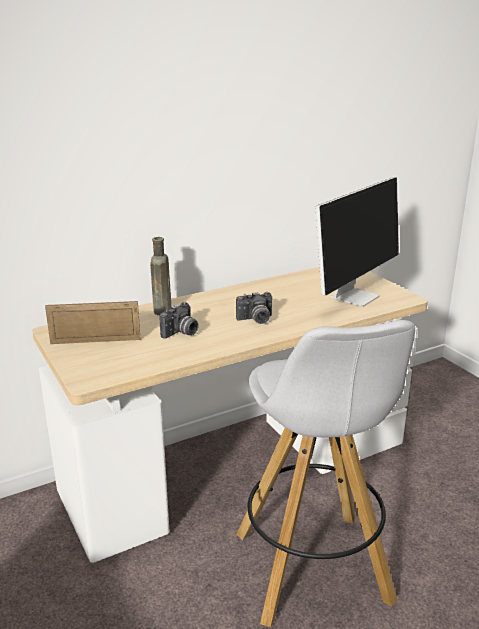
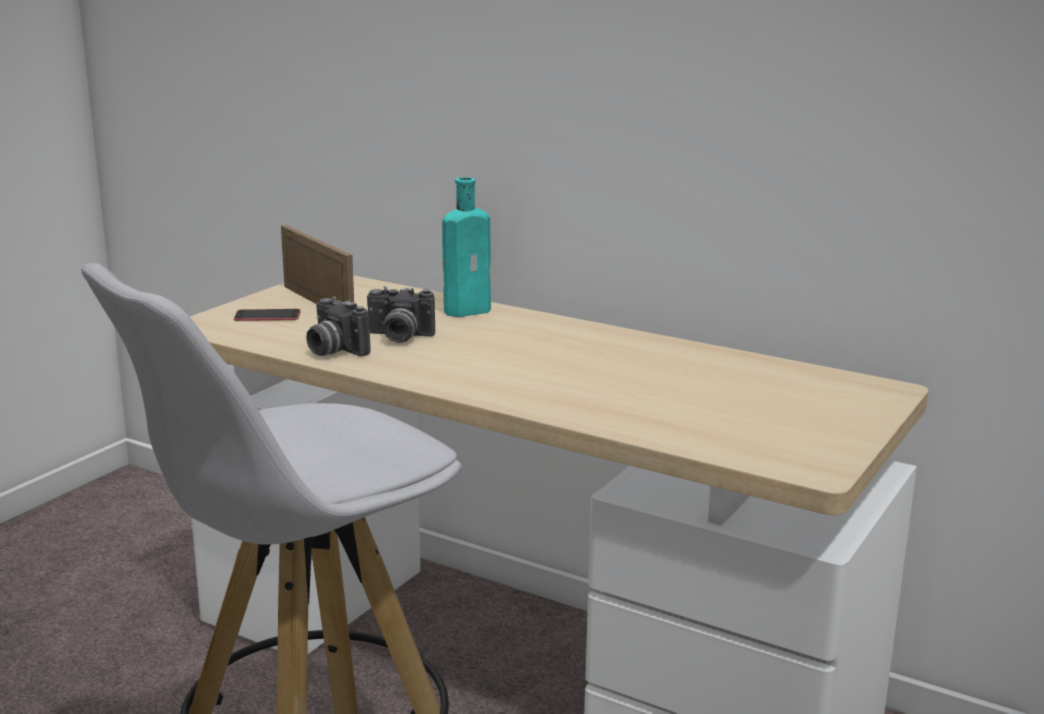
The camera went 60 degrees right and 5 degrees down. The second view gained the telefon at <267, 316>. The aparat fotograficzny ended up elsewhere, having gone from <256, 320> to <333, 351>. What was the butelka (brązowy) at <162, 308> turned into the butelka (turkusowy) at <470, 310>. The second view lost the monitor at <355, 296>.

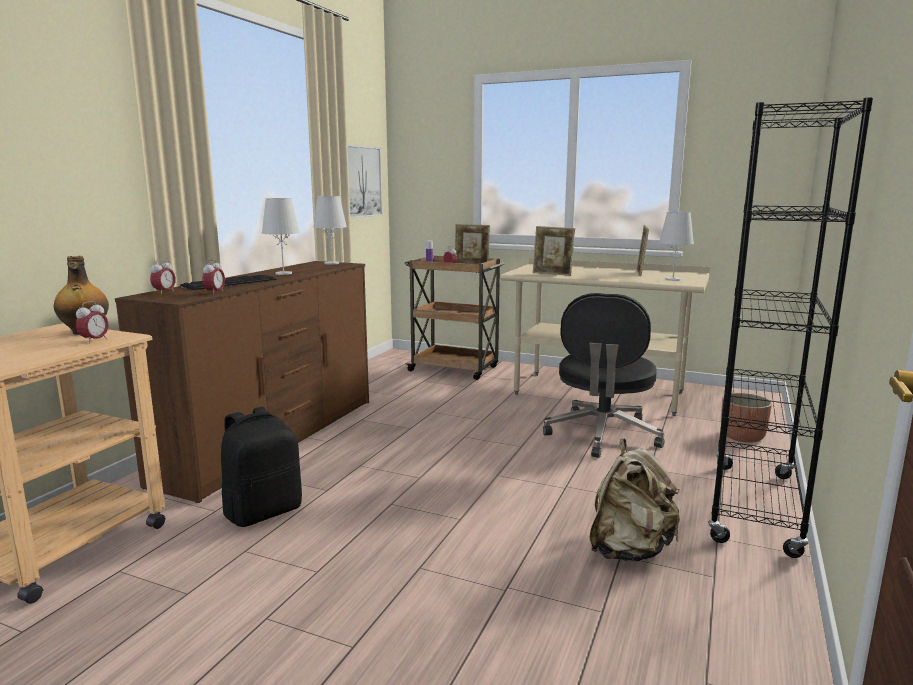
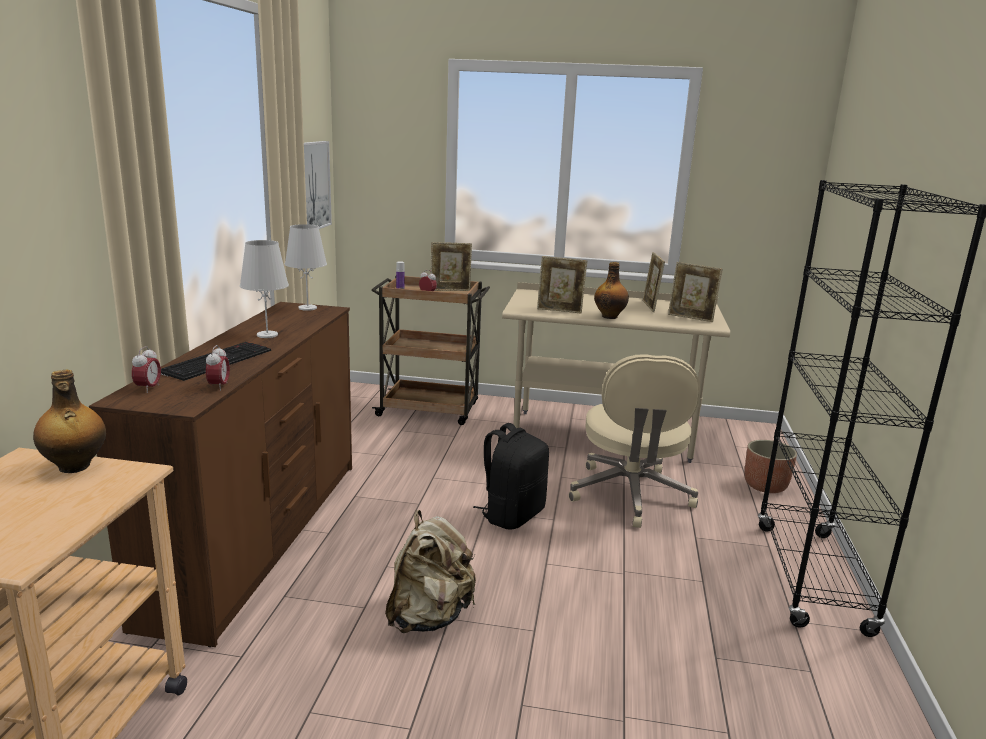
The camera went 15 degrees left and 5 degrees up. The plecak (beżowy) ended up elsewhere, having gone from <629, 550> to <429, 617>. The plecak (czarny) ended up elsewhere, having gone from <263, 512> to <512, 515>. What was the krzesło biurowe (czarny) at <602, 435> turned into the krzesło biurowe (beżowy) at <630, 495>. The second view gained the butelka at <610, 316>. Where the lampa stołowa (biały) stood at <673, 279>, the ramka na zdjęcie came to stand at <691, 318>. The second view lost the budzik at <94, 341>.

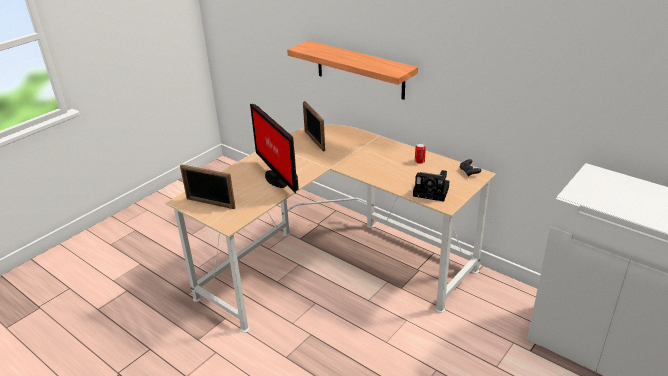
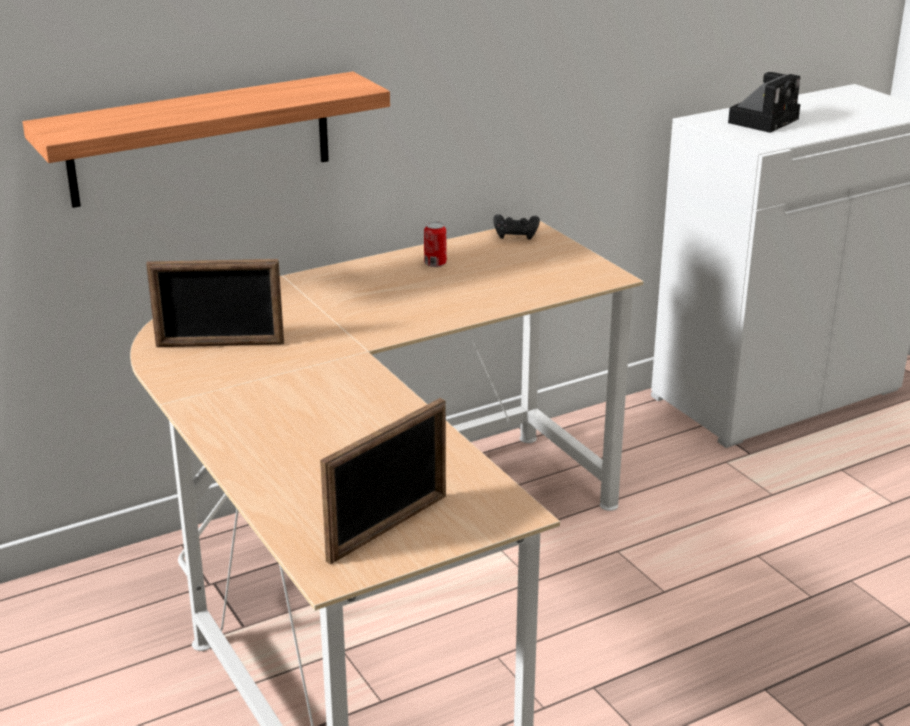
The camera went 70 degrees left and 5 degrees down. The aparat fotograficzny ended up elsewhere, having gone from <432, 192> to <764, 120>. The second view lost the monitor at <278, 178>.

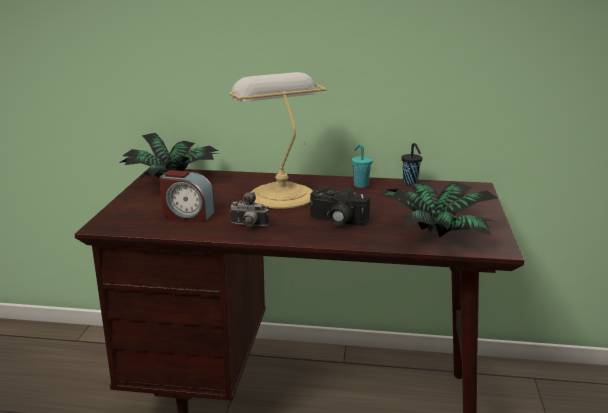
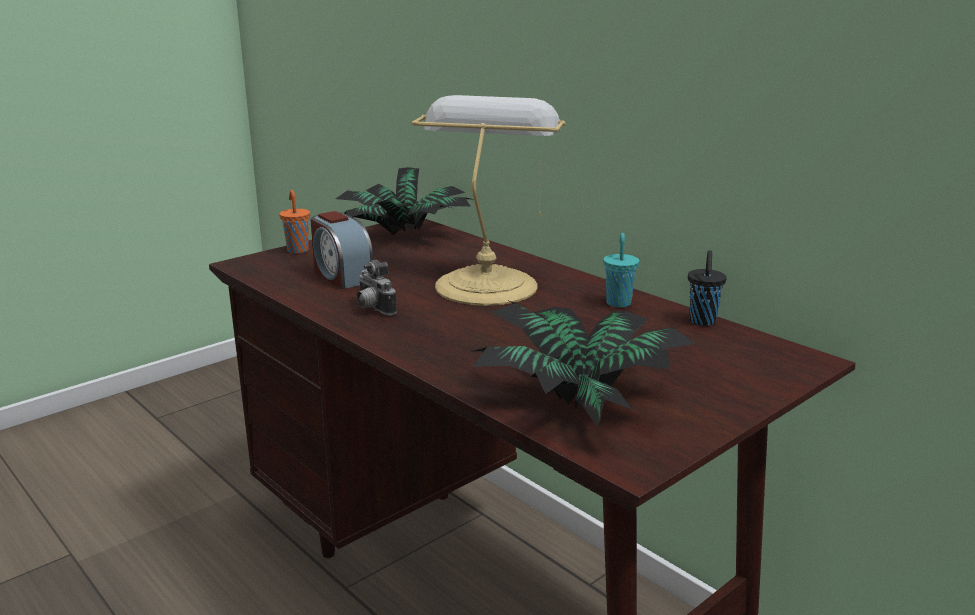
The camera went 40 degrees right and 0 degrees up. The second view gained the filiżanka (pomarańczowy) at <297, 250>. The second view lost the aparat fotograficzny at <336, 221>.

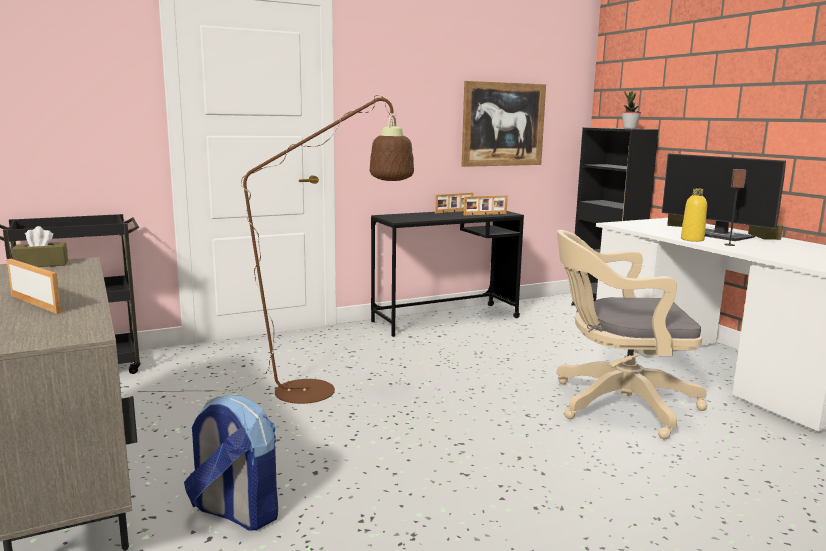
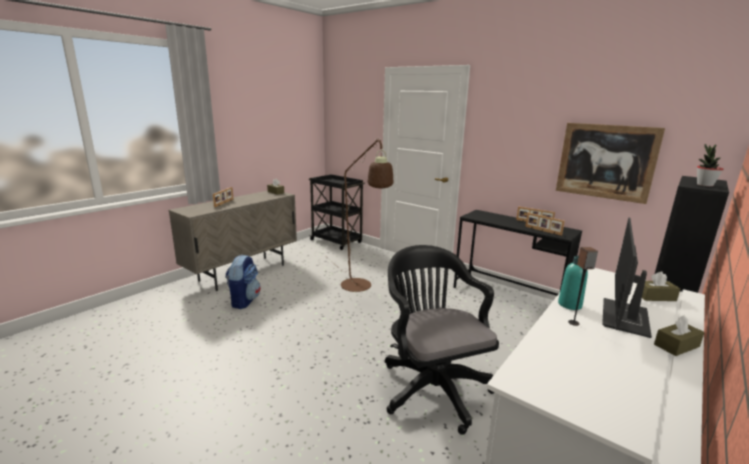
The camera went 65 degrees right and 5 degrees up. What was the krzesło biurowe (beżowy) at <616, 404> turned into the krzesło biurowe (czarny) at <432, 386>. What was the butelka (żółty) at <692, 239> turned into the butelka (turkusowy) at <569, 305>.

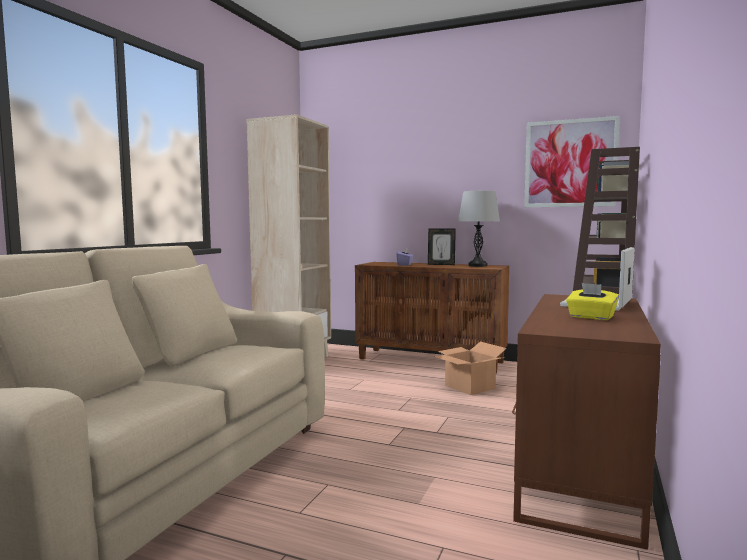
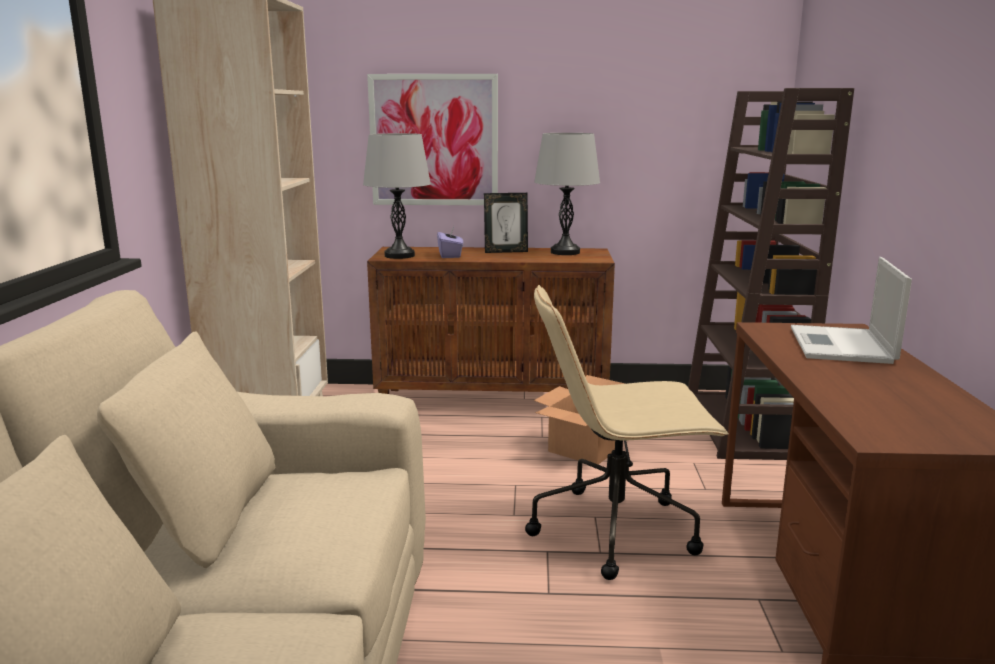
The camera went 20 degrees left and 10 degrees up. The second view gained the lampa stołowa (szary) at <399, 255>. The obraz ended up elsewhere, having gone from <570, 163> to <434, 140>. The second view gained the krzesło biurowe (beżowy) at <617, 529>. The second view lost the pudełko chusteczek (żółty) at <591, 317>.

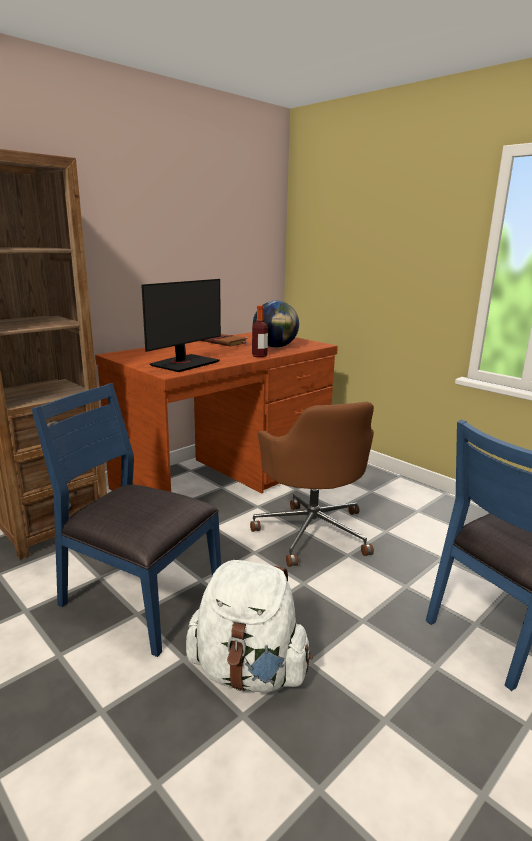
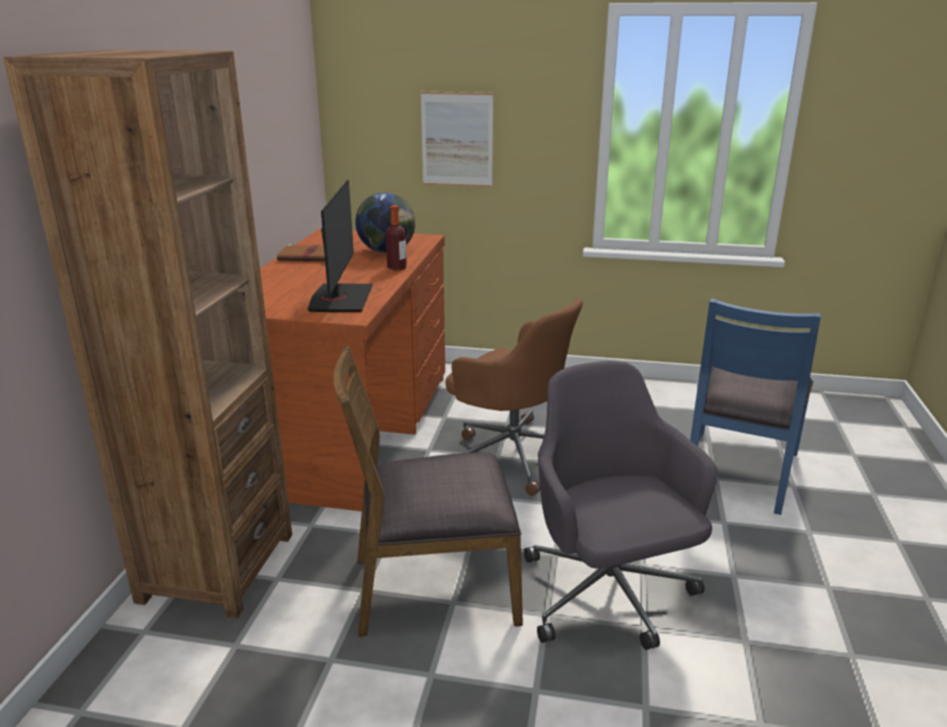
The camera went 35 degrees left and 5 degrees up. What was the krzesło (niebieski) at <139, 597> turned into the krzesło (brązowy) at <433, 587>. The second view gained the obraz at <457, 140>. Where the plecak (biały) stood at <248, 671>, the krzesło biurowe (szary) came to stand at <608, 595>.

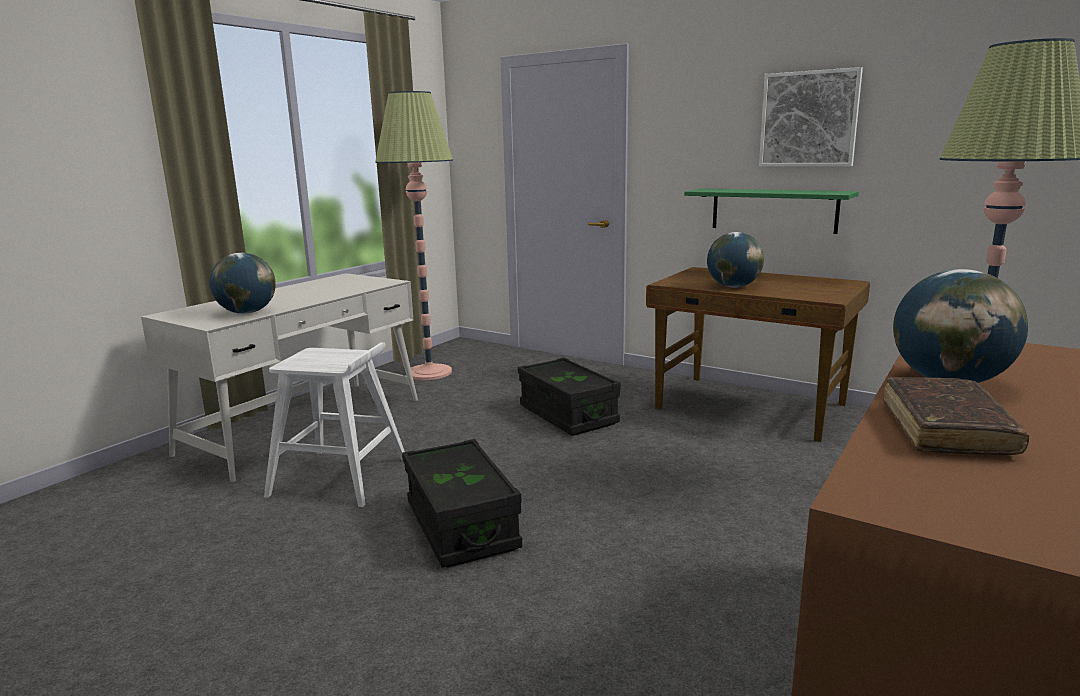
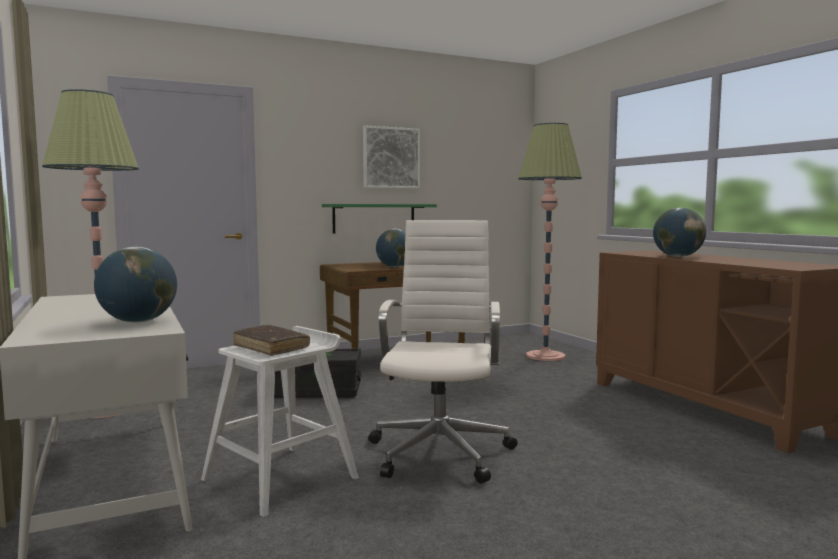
The camera went 60 degrees left and 10 degrees down. The książka (brązowy) ended up elsewhere, having gone from <946, 429> to <271, 347>. Where the pojemnik do przechowywania (czarny) stood at <461, 526>, the krzesło biurowe (biały) came to stand at <441, 451>.

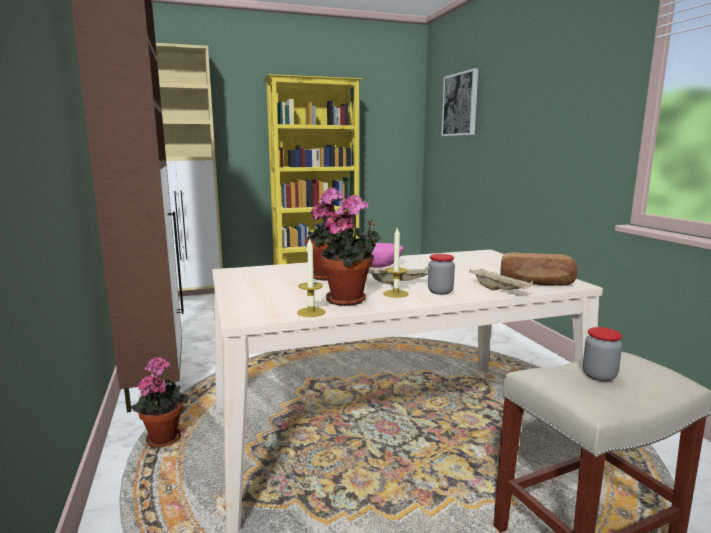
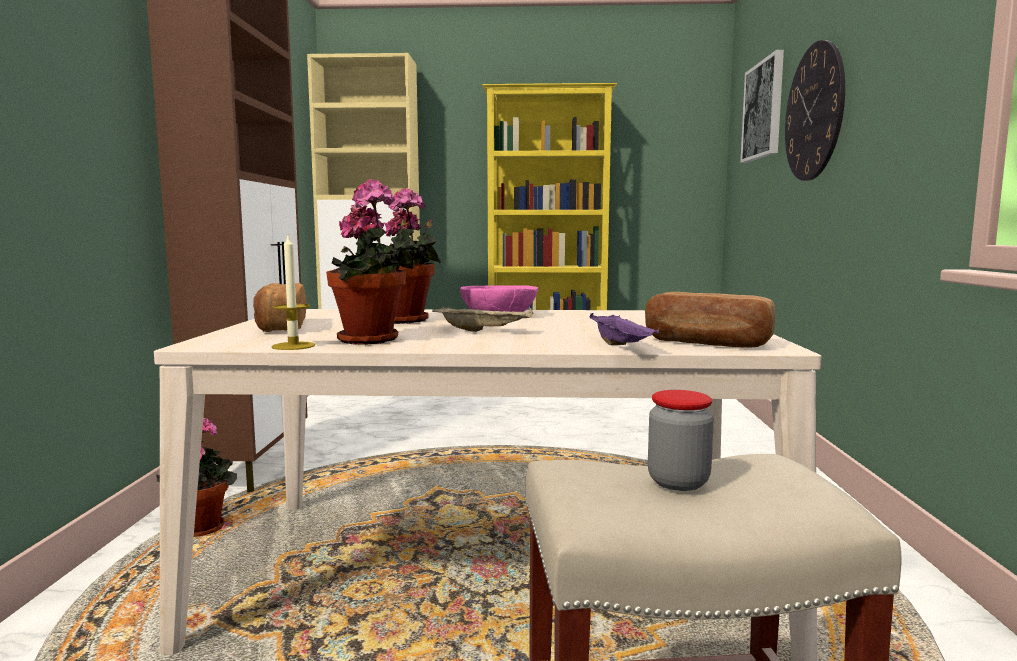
The camera went 20 degrees right and 5 degrees down. The second view gained the chleb at <280, 327>. What was the taca (beżowy) at <500, 290> turned into the taca (fioletowy) at <621, 346>. The second view gained the zegar ścienny at <814, 112>. The second view lost the świeca at <395, 293>. The second view lost the słoik at <440, 291>.

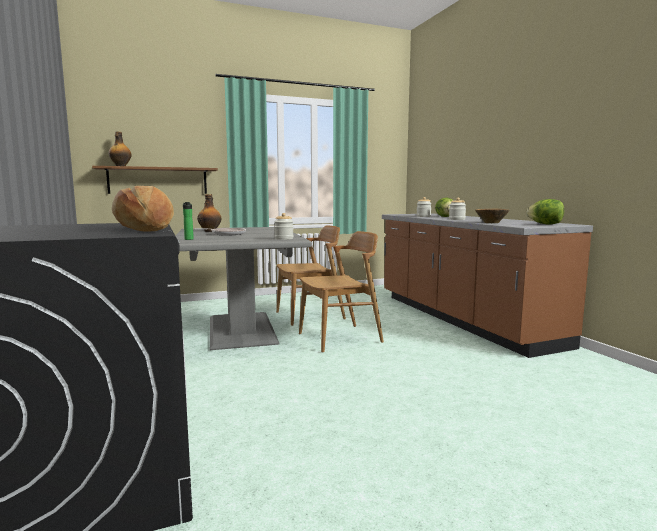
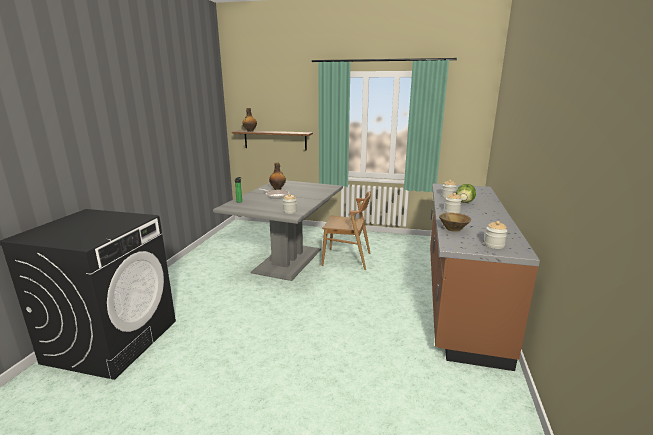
The camera went 35 degrees right and 10 degrees up. Where the sałata stood at <545, 224>, the słoik came to stand at <494, 245>. The second view lost the chleb at <145, 229>. The second view lost the krzesło (brązowy) at <340, 338>.

